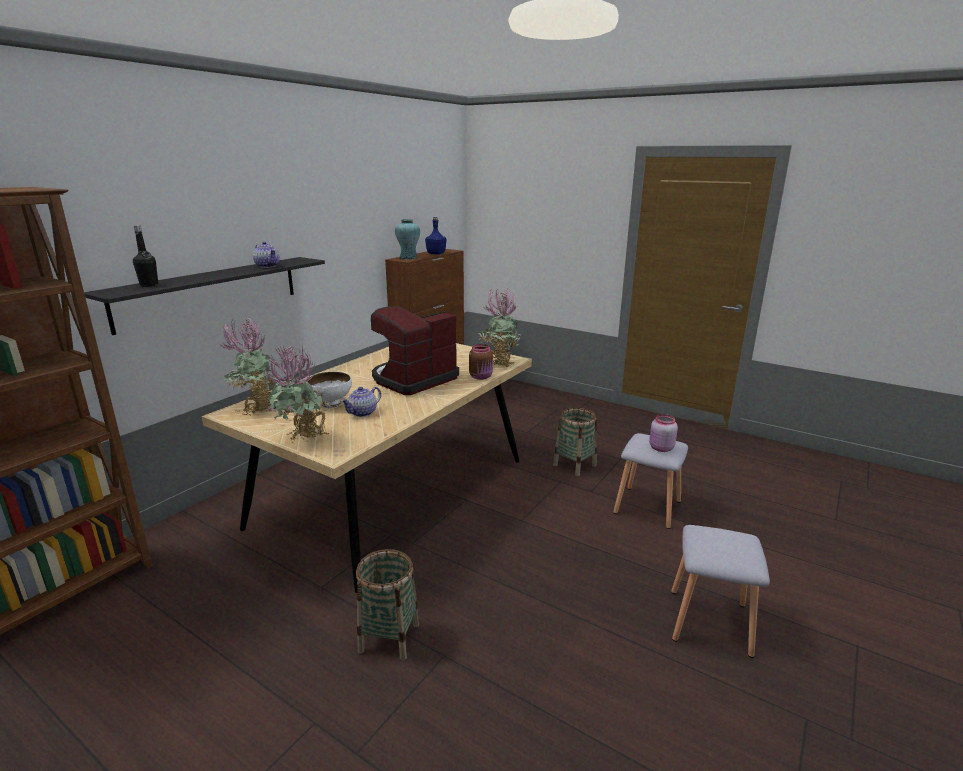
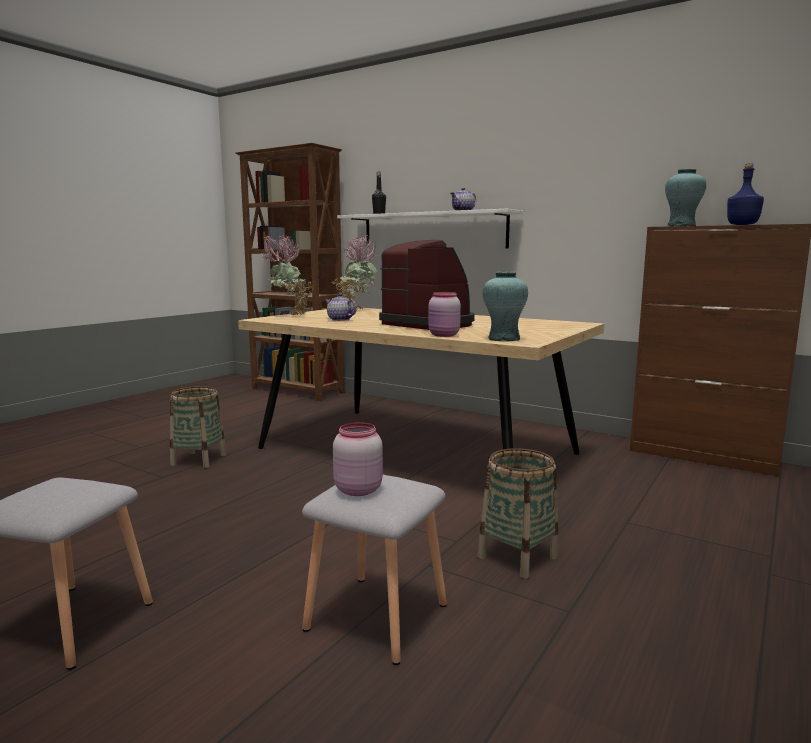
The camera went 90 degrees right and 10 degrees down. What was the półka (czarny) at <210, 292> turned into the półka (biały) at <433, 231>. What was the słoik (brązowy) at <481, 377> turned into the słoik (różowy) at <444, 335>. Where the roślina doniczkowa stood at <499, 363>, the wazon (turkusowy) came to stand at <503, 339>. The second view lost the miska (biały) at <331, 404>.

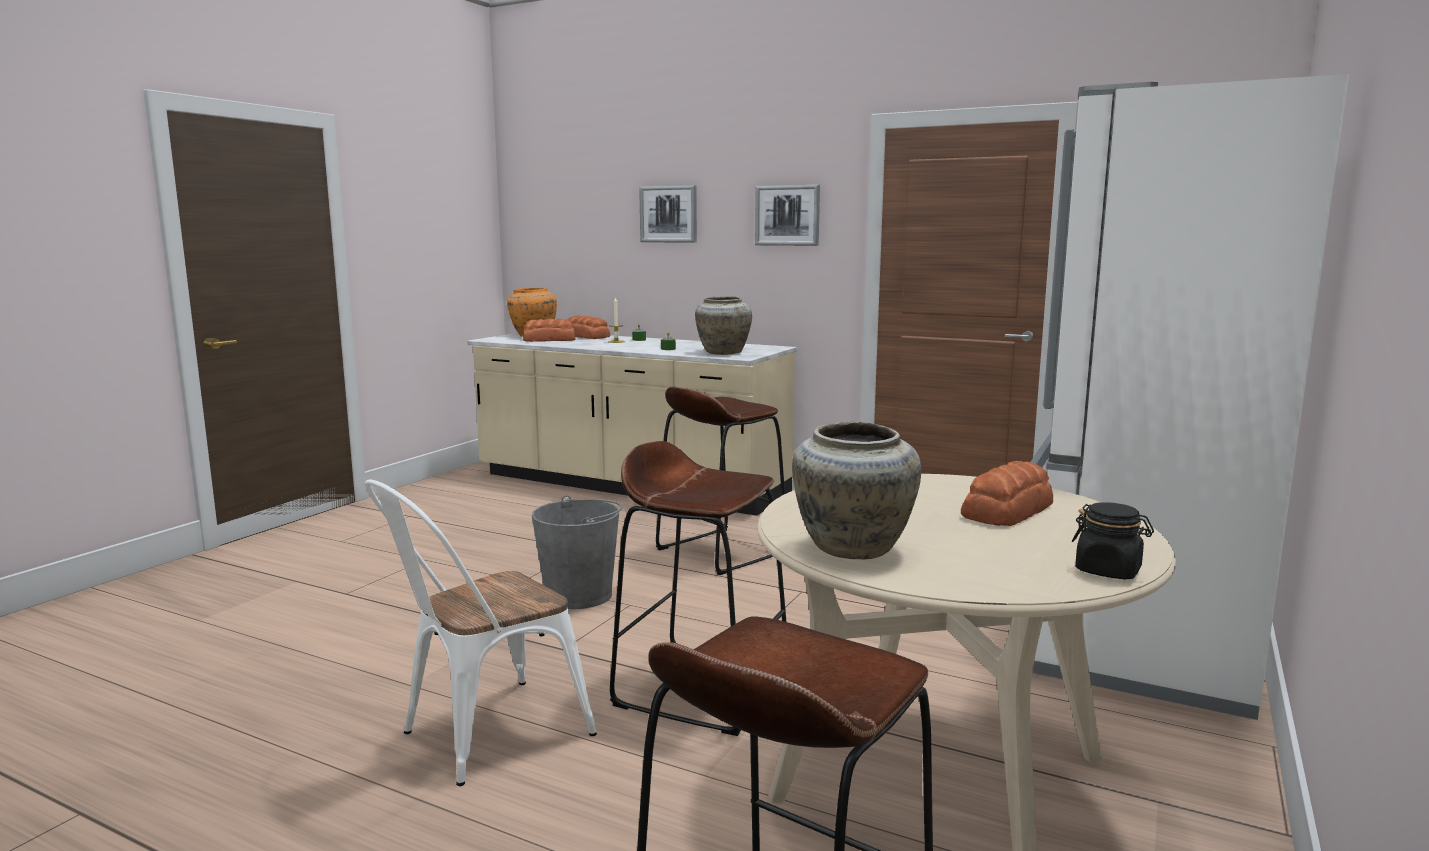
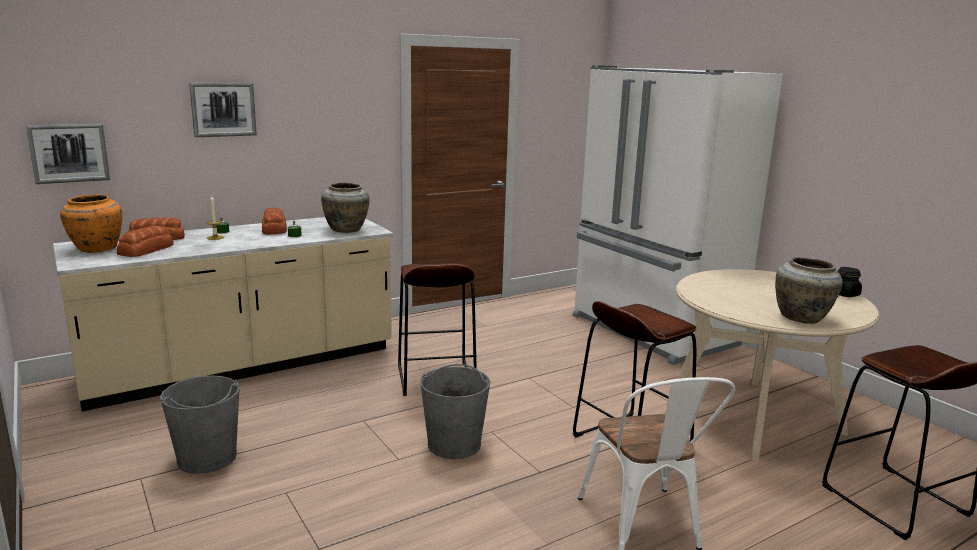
The camera went 60 degrees left and 5 degrees up. The obraz ended up elsewhere, having gone from <787, 215> to <69, 153>. The second view gained the wiadro (szary) at <207, 458>. The chleb ended up elsewhere, having gone from <1008, 511> to <274, 229>.

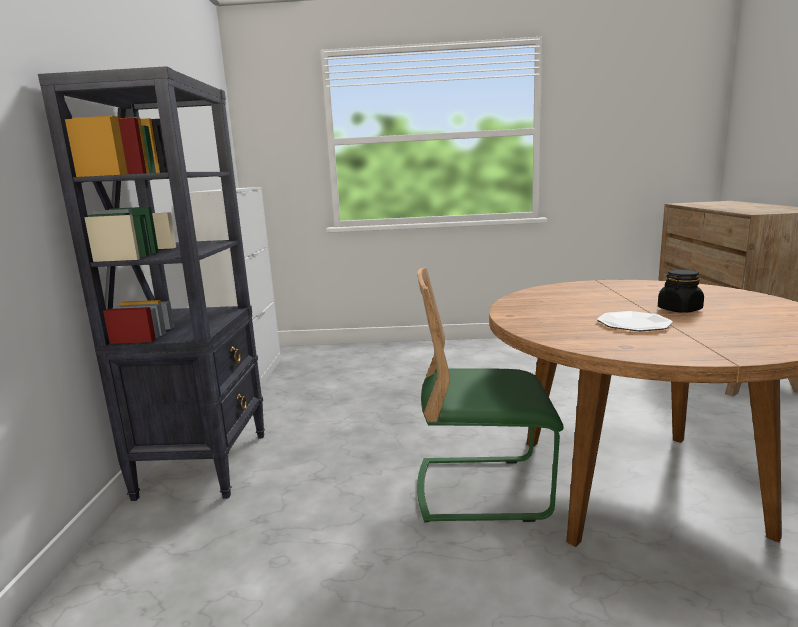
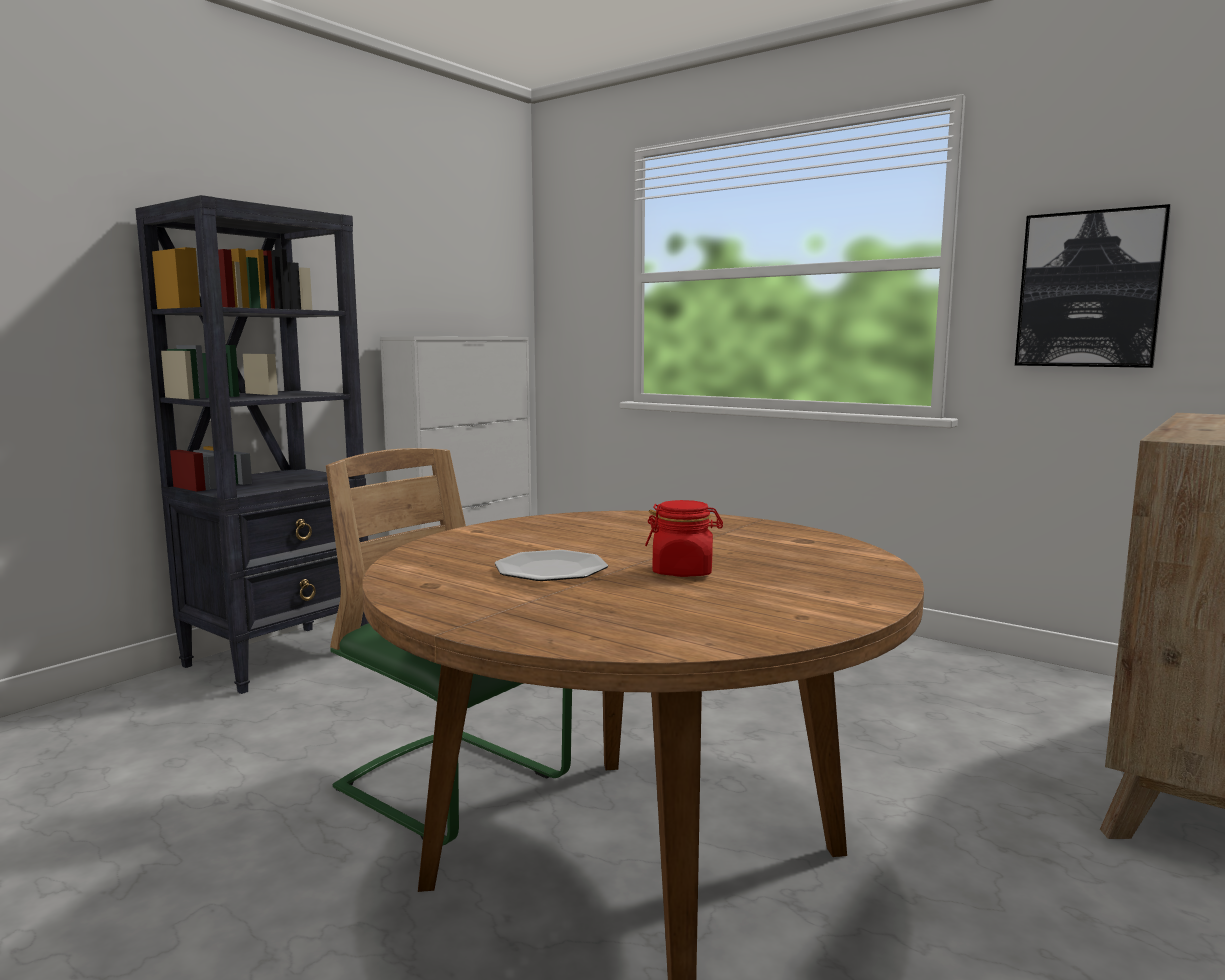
The camera went 35 degrees right and 5 degrees down. What was the słoik (czarny) at <679, 309> turned into the słoik (czerwony) at <683, 571>. The second view gained the obraz at <1089, 290>.

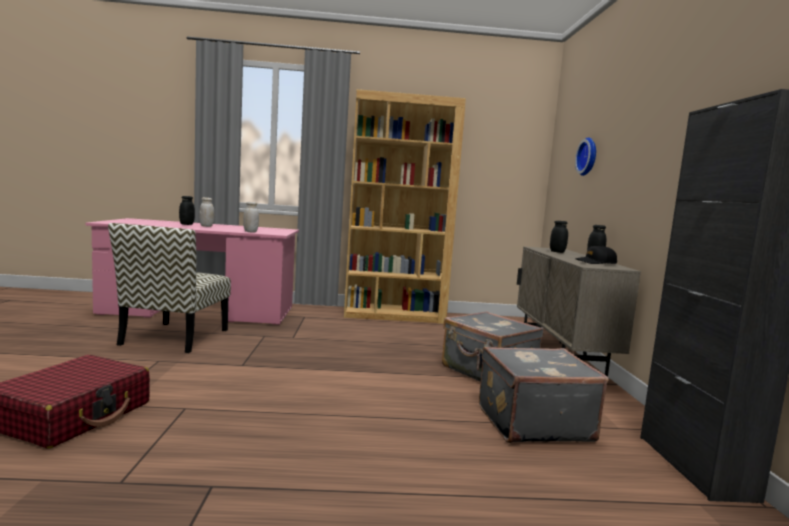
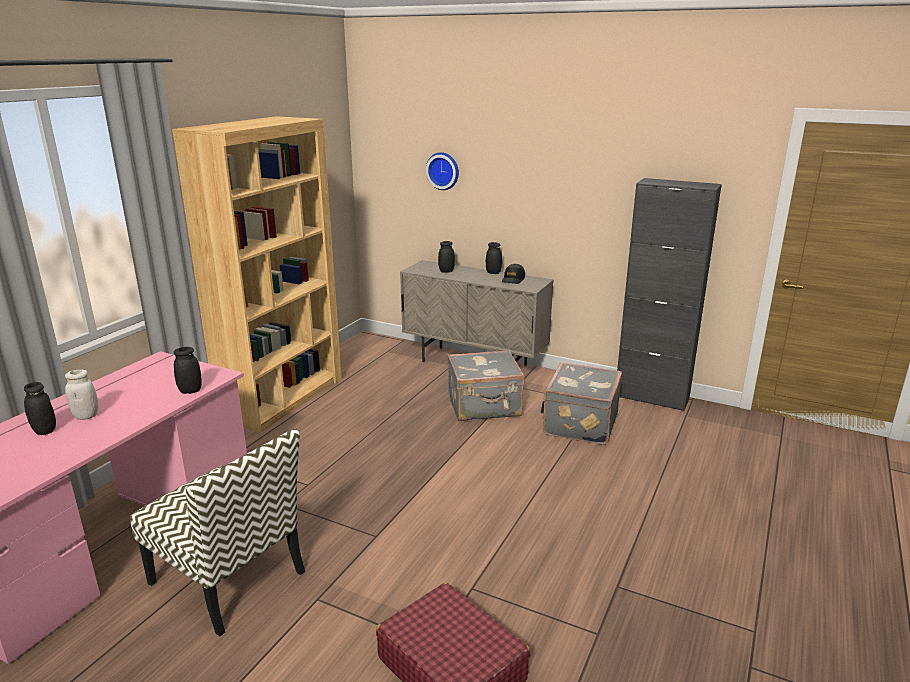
The camera went 60 degrees left and 15 degrees up. What was the słoik (biały) at <250, 232> turned into the słoik (czarny) at <190, 391>.

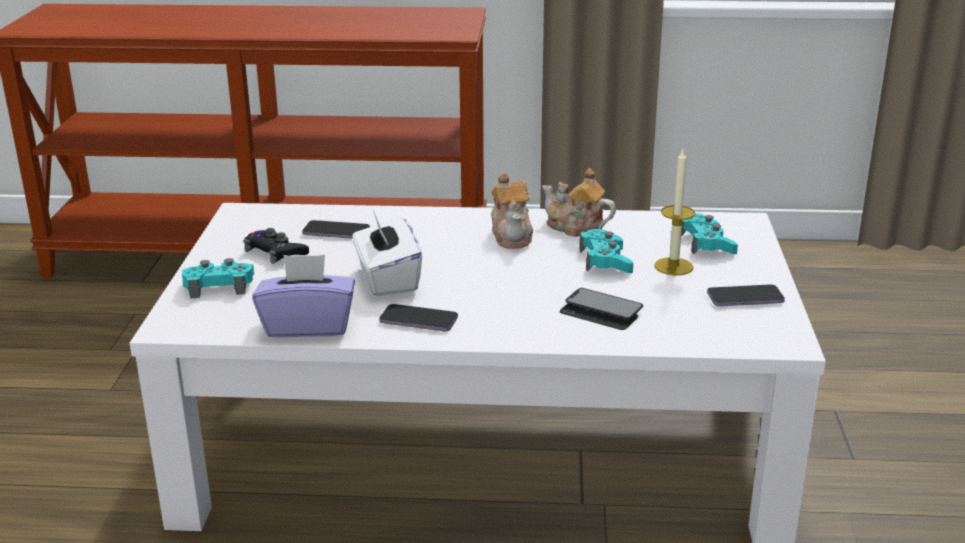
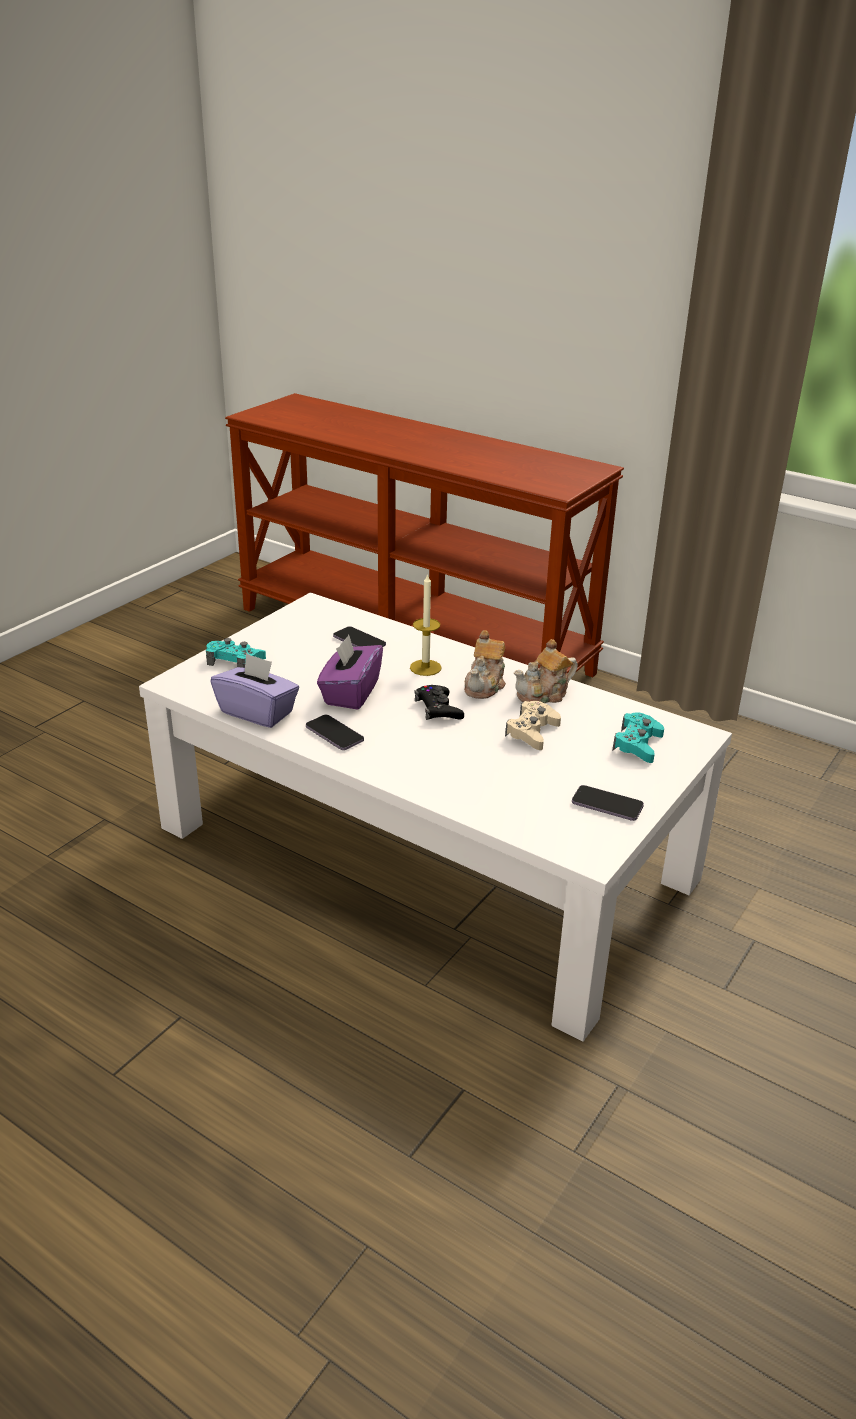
The camera went 30 degrees right and 5 degrees up. What was the pudełko chusteczek (biały) at <387, 279> turned into the pudełko chusteczek (fioletowy) at <350, 693>. The świeca ended up elsewhere, having gone from <673, 266> to <425, 667>. The pad do gier (czarny) ended up elsewhere, having gone from <275, 252> to <438, 709>. What was the pad do gier (turkusowy) at <605, 261> turned into the pad do gier (beżowy) at <532, 732>. The imbryk at <575, 228> ended up facing another way, 90 degrees counterclockwise from before. The second view lost the telefon at <601, 311>.

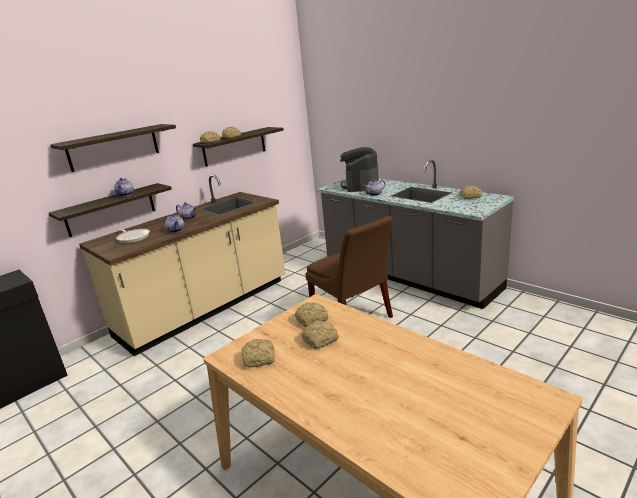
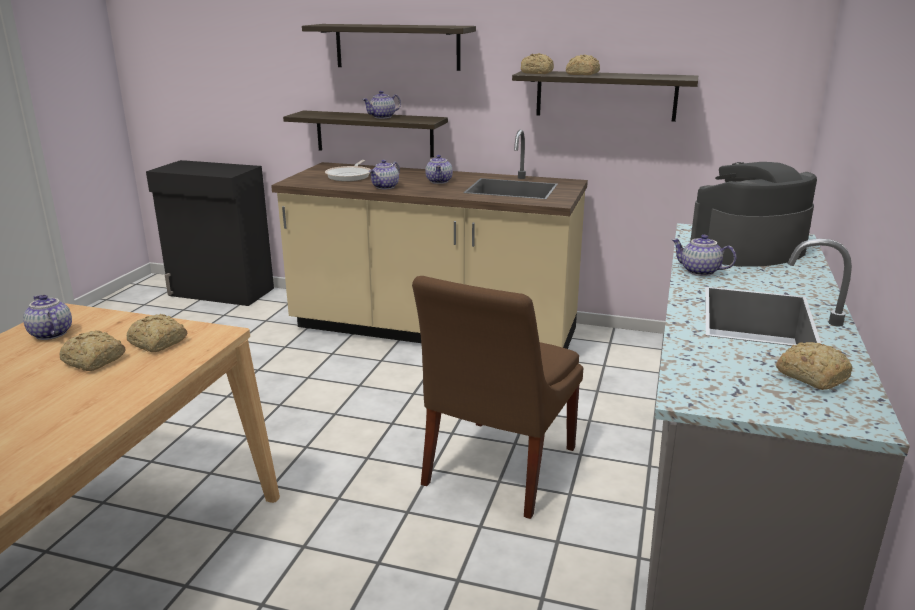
The camera went 60 degrees right and 0 degrees up. Where the chleb stood at <260, 359>, the imbryk came to stand at <50, 334>.

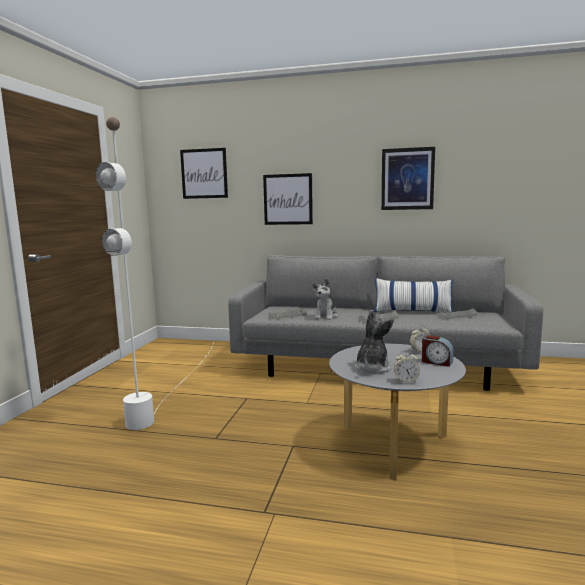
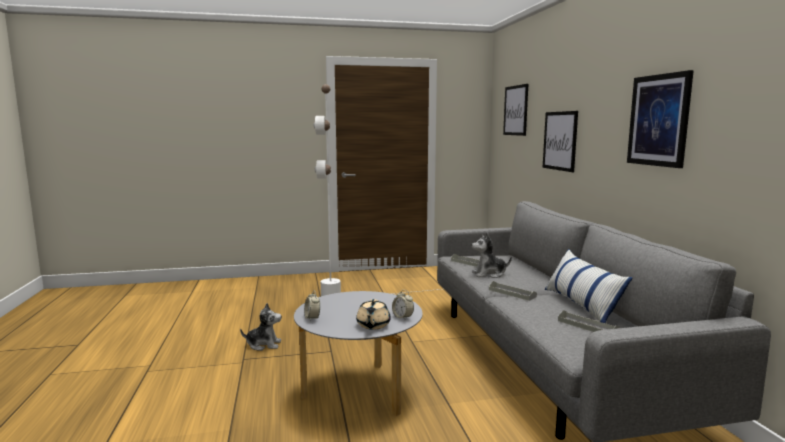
The camera went 65 degrees right and 0 degrees up. The pluszak ended up elsewhere, having gone from <372, 367> to <264, 345>. Where the budzik stood at <436, 362>, the imbryk (beżowy) came to stand at <373, 325>.

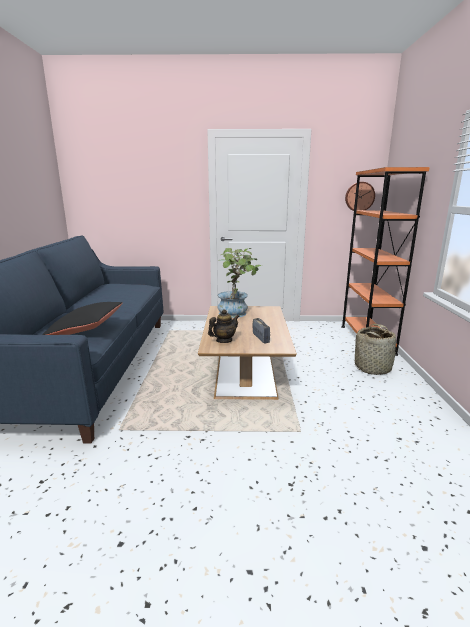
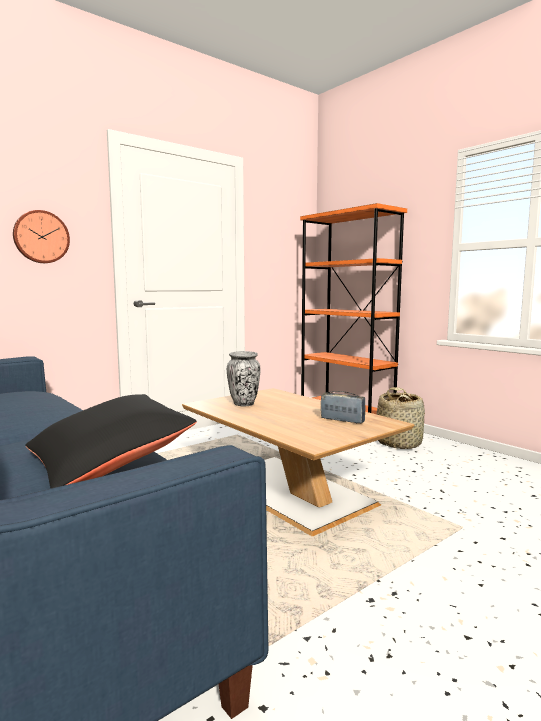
The camera went 40 degrees left and 10 degrees down. The zegar ścienny ended up elsewhere, having gone from <359, 196> to <41, 237>. Where the roślina doniczkowa stood at <237, 313>, the wazon came to stand at <244, 404>. The second view lost the imbryk at <224, 340>.

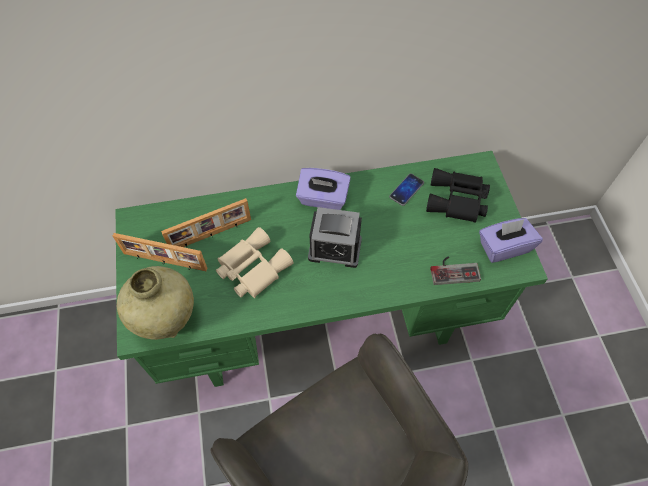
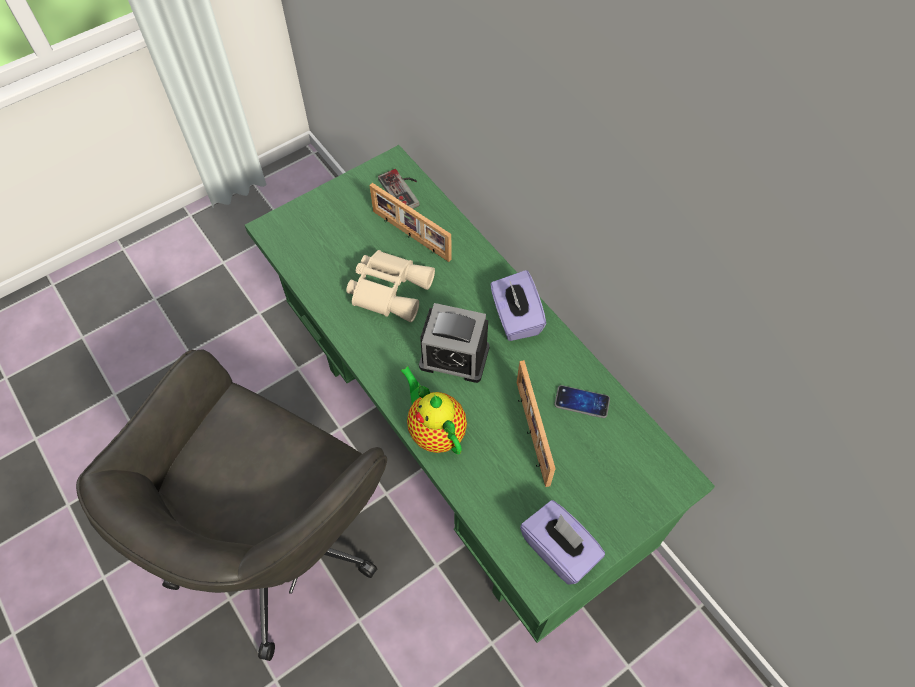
The camera went 65 degrees right and 0 degrees up. The pad do gier ended up elsewhere, having gone from <453, 269> to <404, 190>. The second view gained the imbryk at <435, 429>. The budzik at <335, 249> ended up facing another way, 60 degrees counterclockwise from before. The ramka na zdjęcie ended up elsewhere, having gone from <164, 262> to <531, 433>. The second view lost the wazon (beżowy) at <167, 320>. The second view lost the lornetka (czarny) at <457, 201>.

